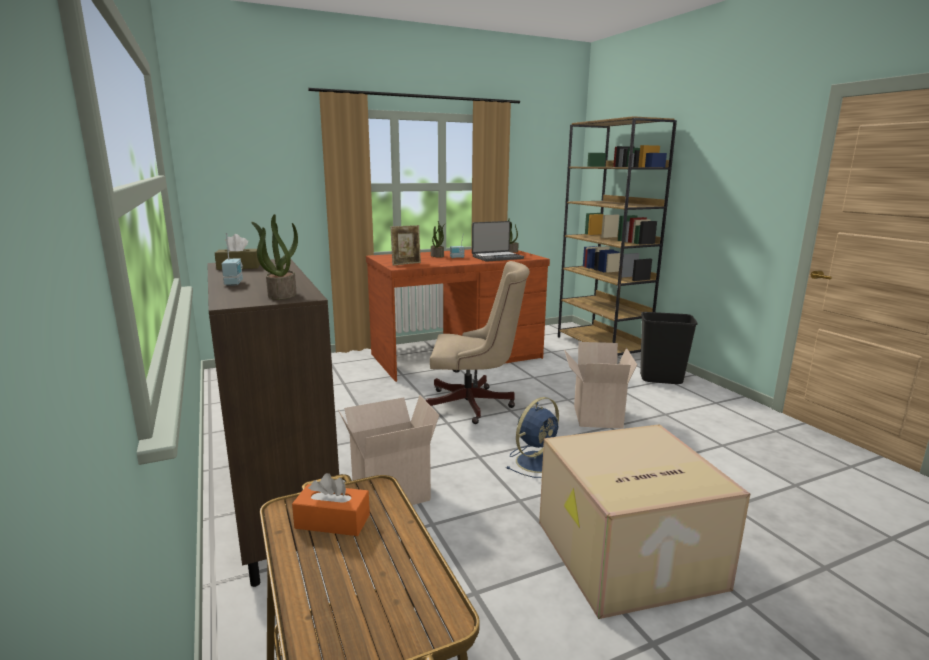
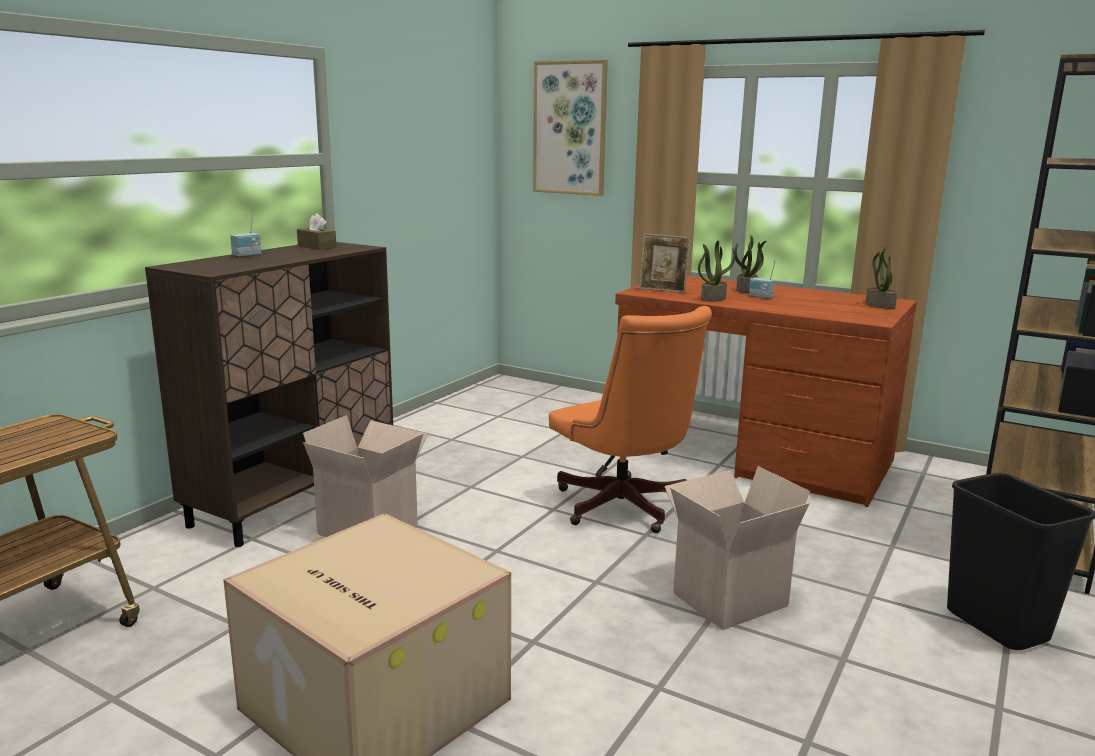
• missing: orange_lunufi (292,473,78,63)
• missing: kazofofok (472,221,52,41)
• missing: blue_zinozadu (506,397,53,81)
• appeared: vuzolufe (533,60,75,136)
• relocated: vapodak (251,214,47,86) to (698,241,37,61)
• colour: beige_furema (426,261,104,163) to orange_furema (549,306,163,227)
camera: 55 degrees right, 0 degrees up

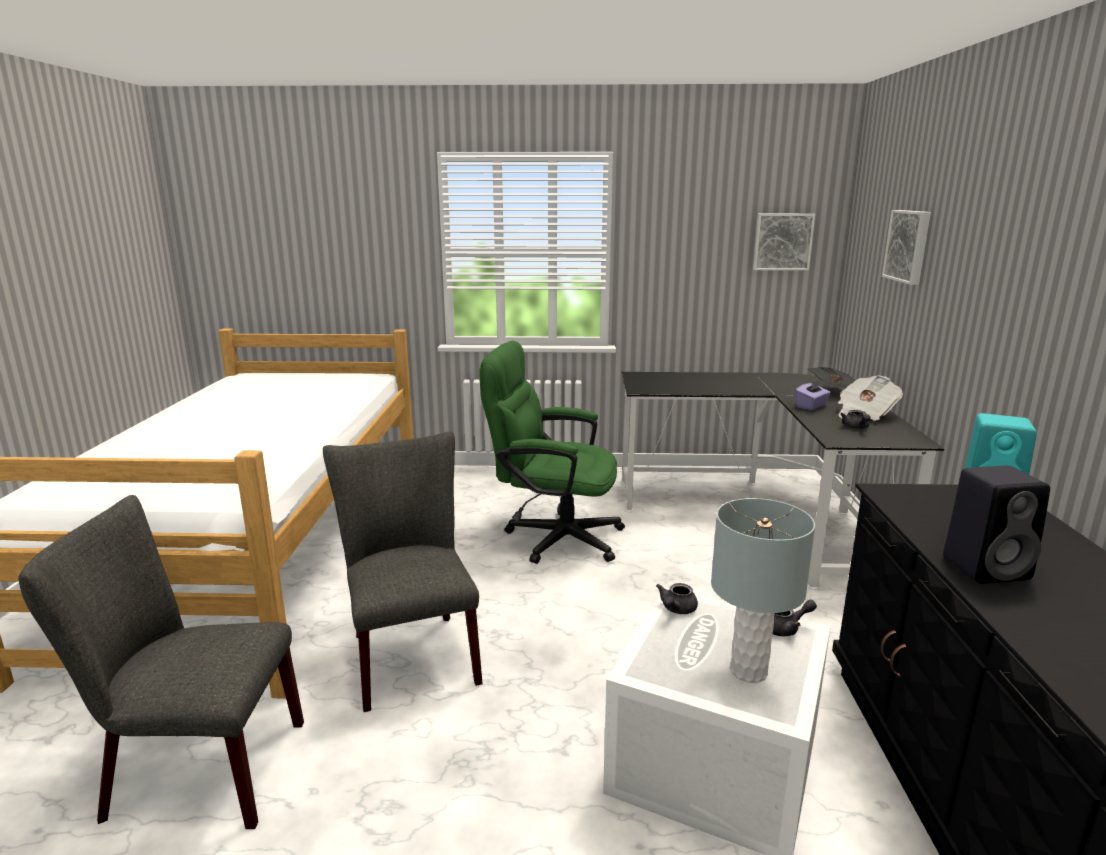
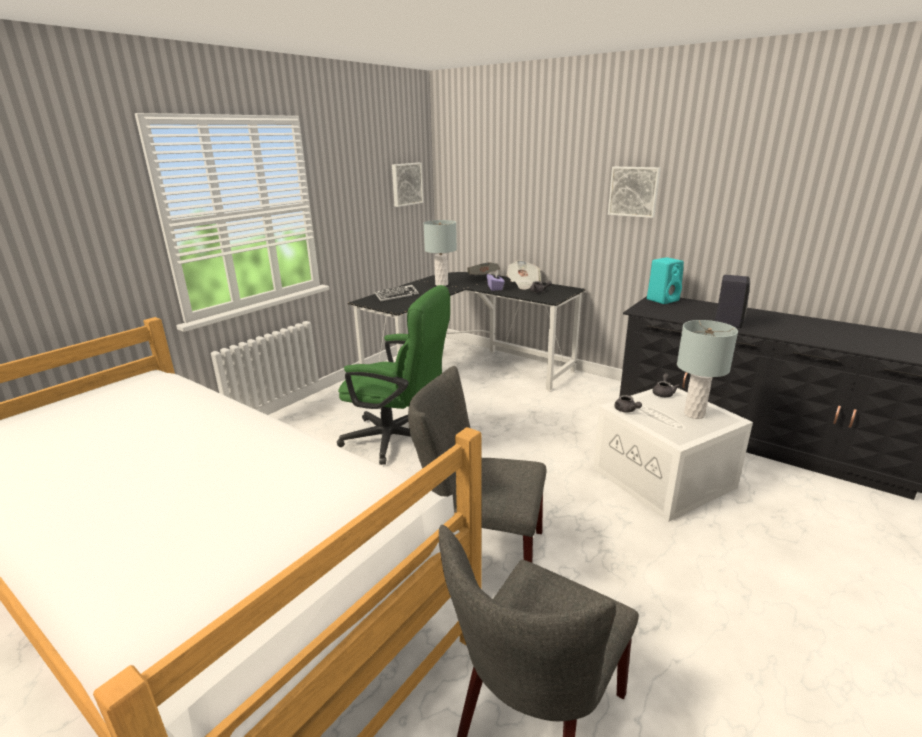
• appeared: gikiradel (374,285,45,16)
• appeared: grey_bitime (424,220,33,66)
• relocated: vuzolufe (882,210,49,75) to (608,167,53,51)
• spun: green_furema (479,341,146,223) = (337,285,113,180) 120 degrees counterclockwise
camera: 55 degrees left, 5 degrees up

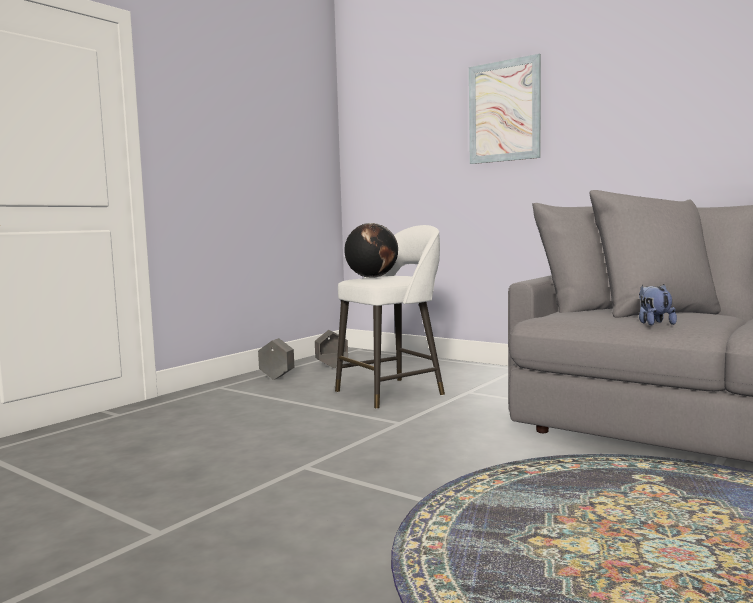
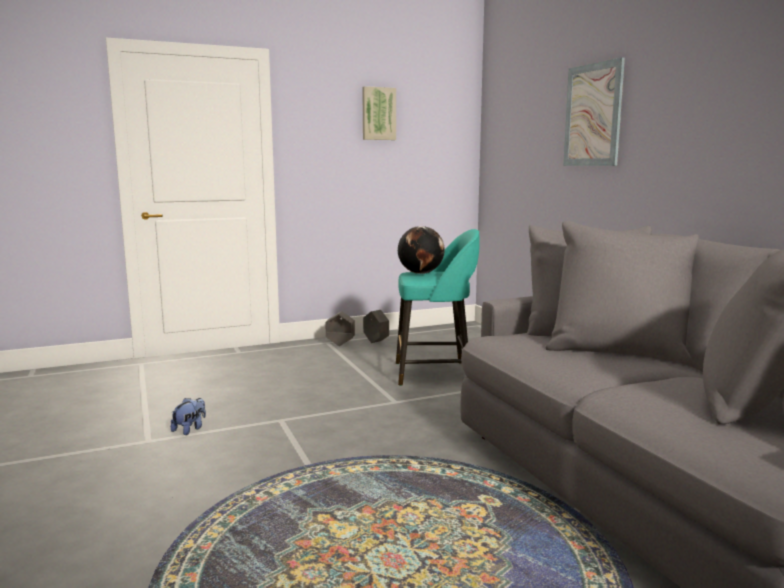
• appeared: vuzolufe (362,86,34,54)
• relocated: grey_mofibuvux (315,330,33,38) to (325,311,30,35)
• relocated: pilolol (639,284,38,41) to (171,398,35,37)
• colour: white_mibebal (335,225,110,184) to turquoise_mibebal (396,229,84,157)
camera: 30 degrees right, 5 degrees up

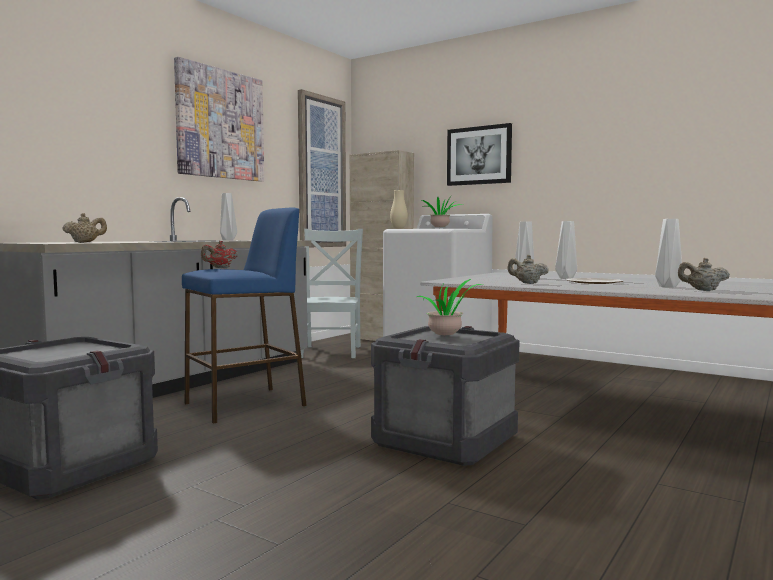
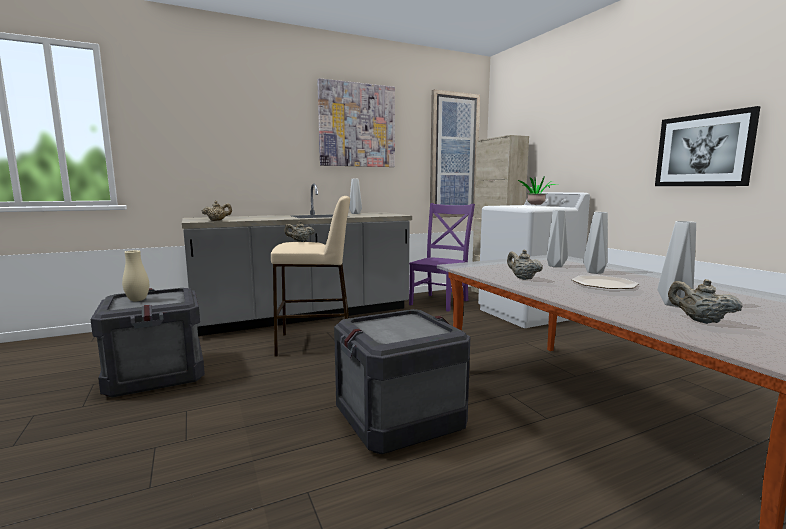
• missing: vapodak (417,279,66,57)
• relocated: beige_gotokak (390,190,18,39) to (122,250,27,51)
• relocated: vuzolufe (447,123,65,63) to (655,106,106,80)
• colour: blue_mibebal (182,207,125,217) to beige_mibebal (271,196,79,160)
• colour: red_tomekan (201,241,37,27) to beige_tomekan (285,221,29,21)
• colour: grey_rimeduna (301,229,62,129) to purple_rimeduna (409,203,66,109)
camera: 30 degrees right, 5 degrees up

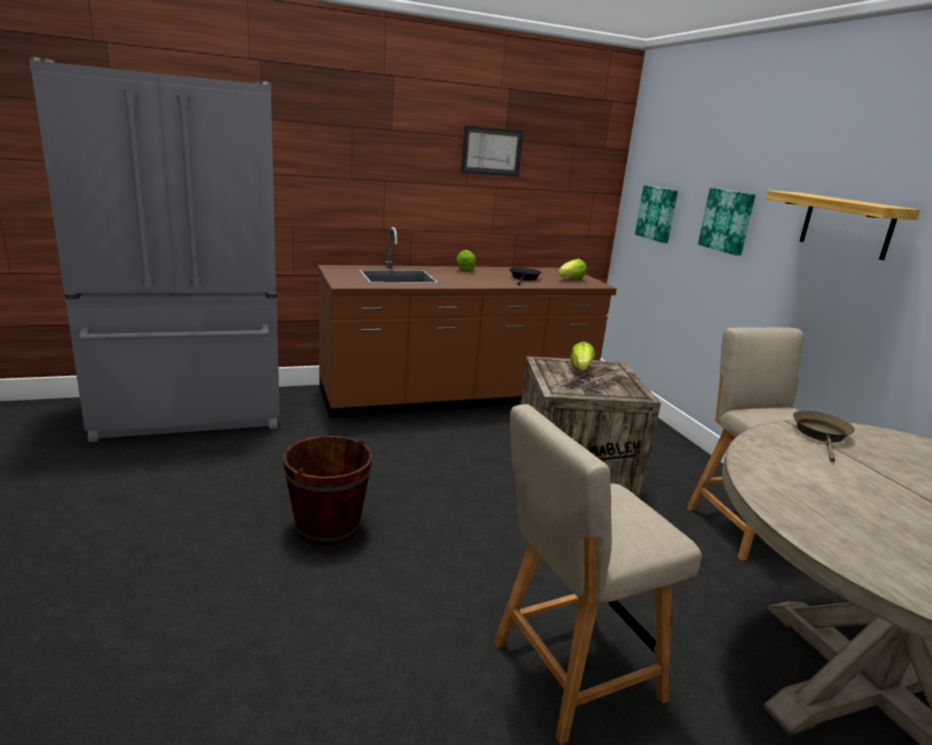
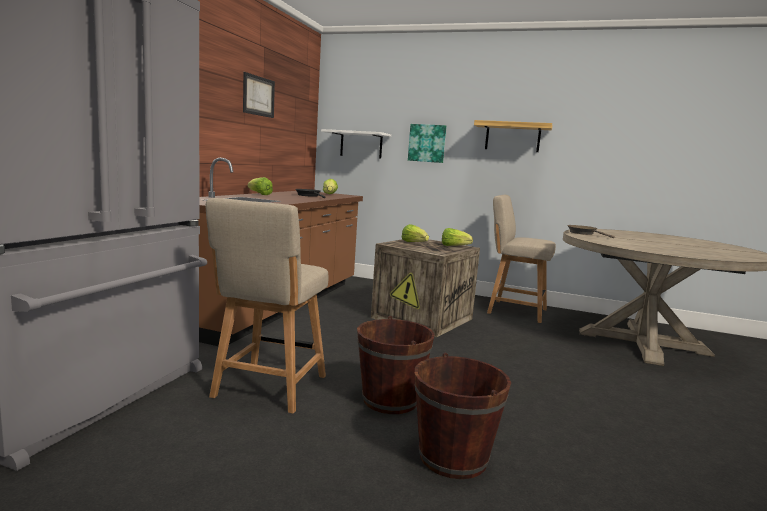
• appeared: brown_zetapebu (415,352,96,127)
• appeared: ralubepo (442,228,31,18)
• relocated: beige_rimeduna (494,404,208,341) to (205,198,123,216)
• exchanged: vuzolufe (635,185,43,58) to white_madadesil (321,129,70,29)
camera: 50 degrees left, 10 degrees down

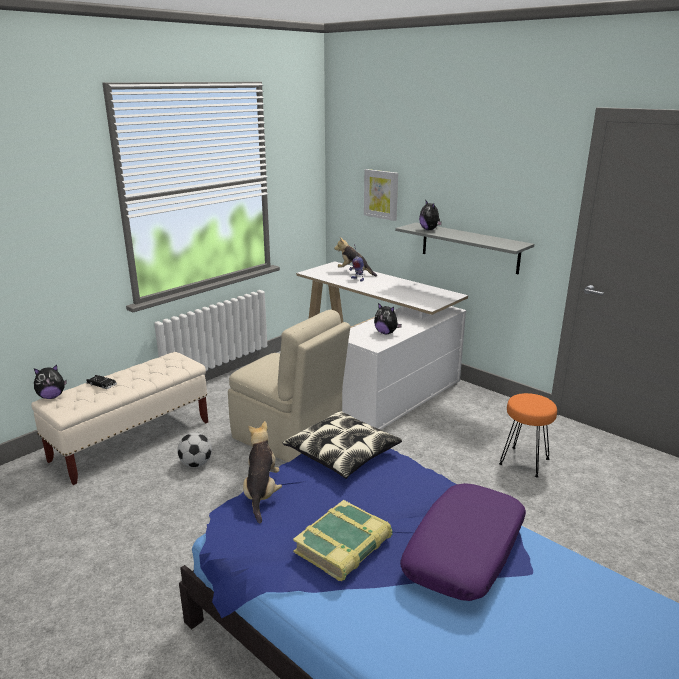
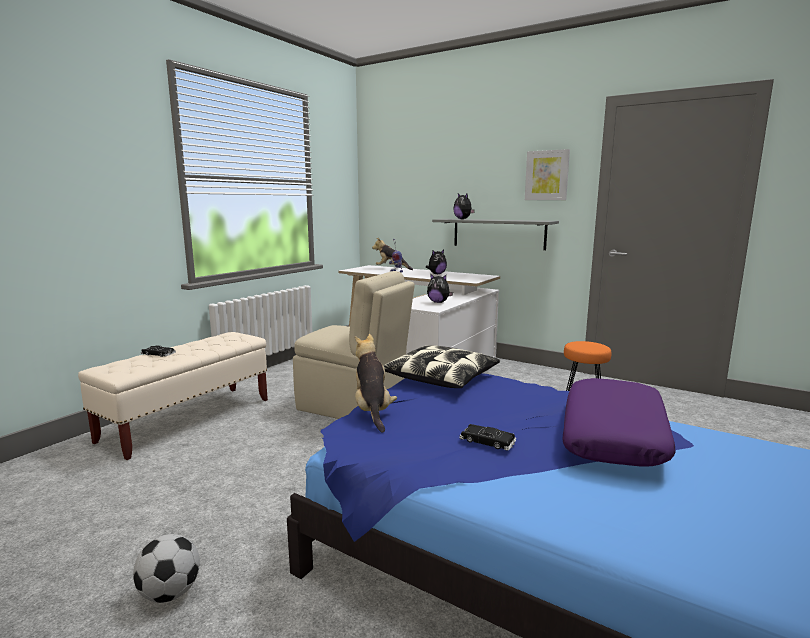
• relocated: pilolol (34,365,33,34) to (426,250,21,24)
• relocated: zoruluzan (177,433,35,34) to (133,534,67,69)
• relocated: vuzolufe (364,169,34,52) to (525,149,45,51)
• exchanged: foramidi (293,500,100,81) to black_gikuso (460,424,56,27)
camera: 10 degrees left, 10 degrees down

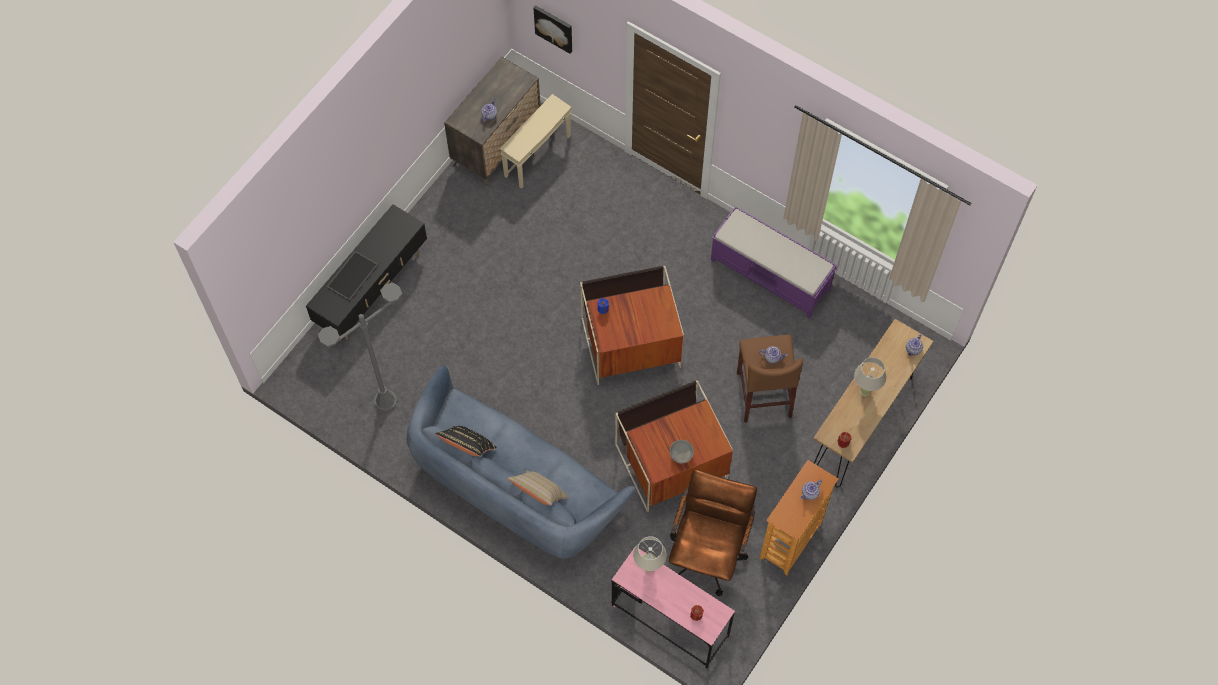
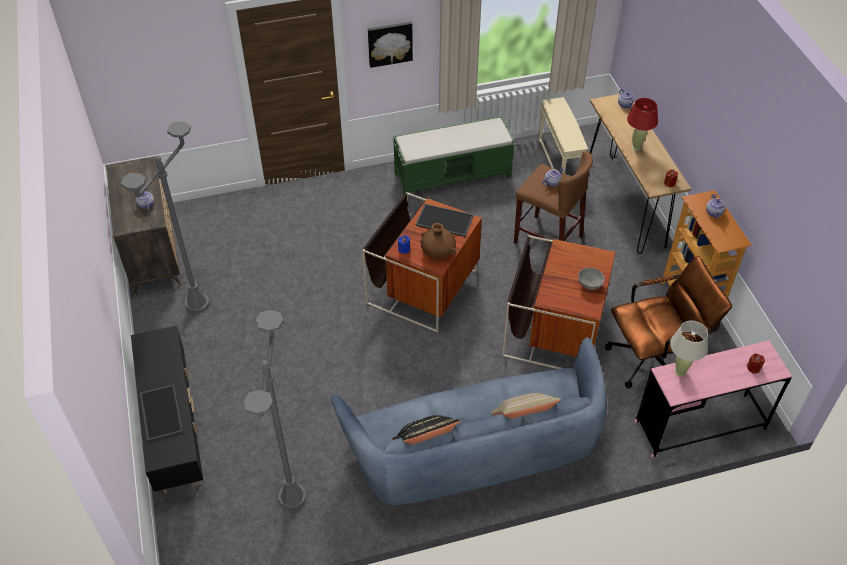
• appeared: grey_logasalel (121,121,88,191)
• appeared: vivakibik (415,204,59,33)
• appeared: brown_gotokak (420,223,36,36)
• relocated: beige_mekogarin (500,94,71,94) to (538,97,50,77)
• relocated: vuzolufe (533,6,39,48) to (368,22,45,46)
• colour: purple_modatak (711,206,126,113) to green_modatak (392,116,124,79)
• colour: beige_bitime (854,357,32,39) to red_bitime (627,98,31,53)
• spun: brown_furema (669,470,88,126) = (605,256,127,133) 105 degrees clockwise
camera: 50 degrees left, 15 degrees down

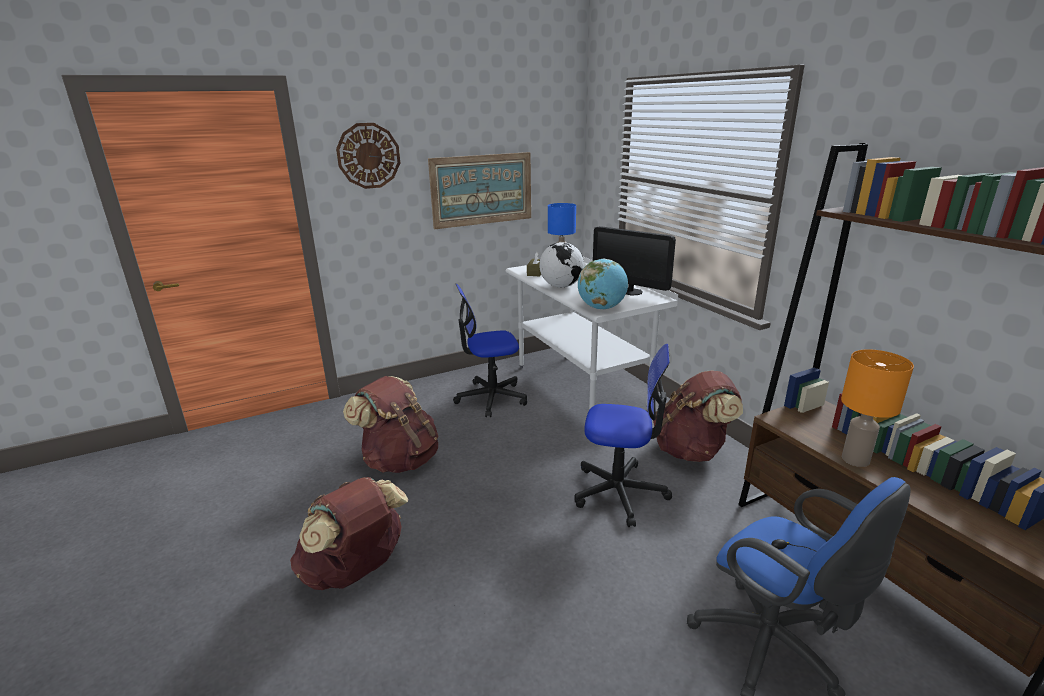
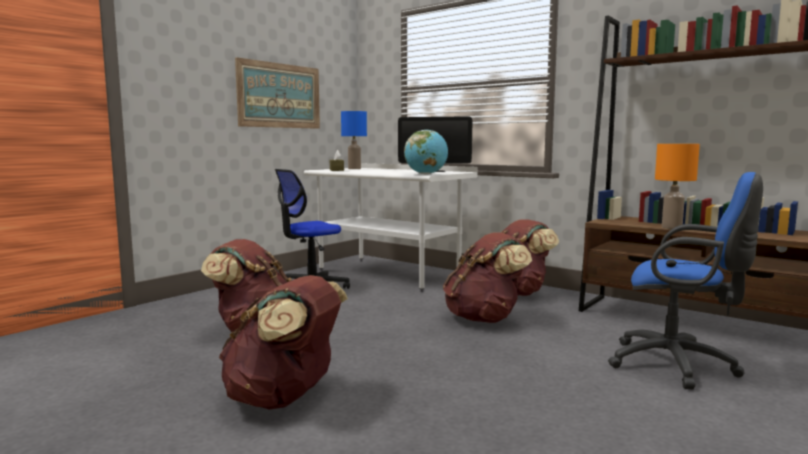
• missing: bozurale (336,123,64,66)
• missing: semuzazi (539,242,45,46)
• exchanged: furema (575,344,97,183) to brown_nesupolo (443,232,89,91)
camera: 25 degrees left, 15 degrees down

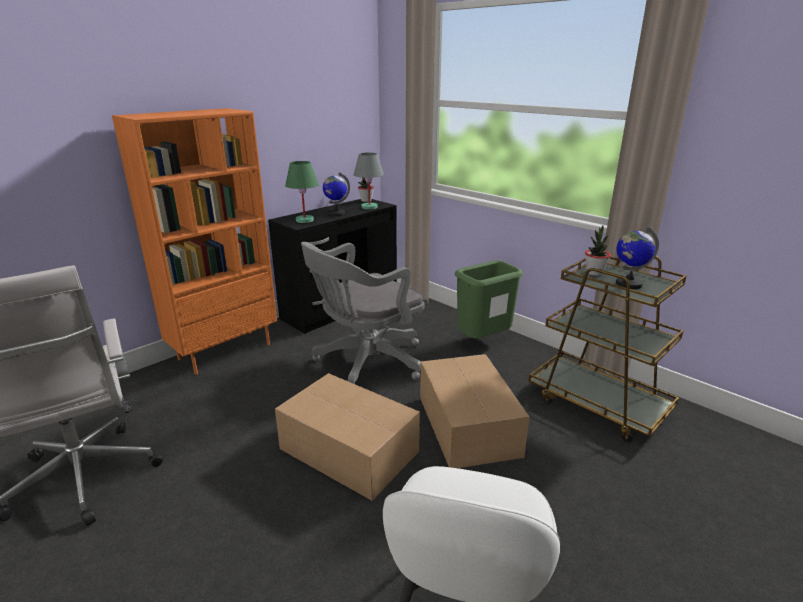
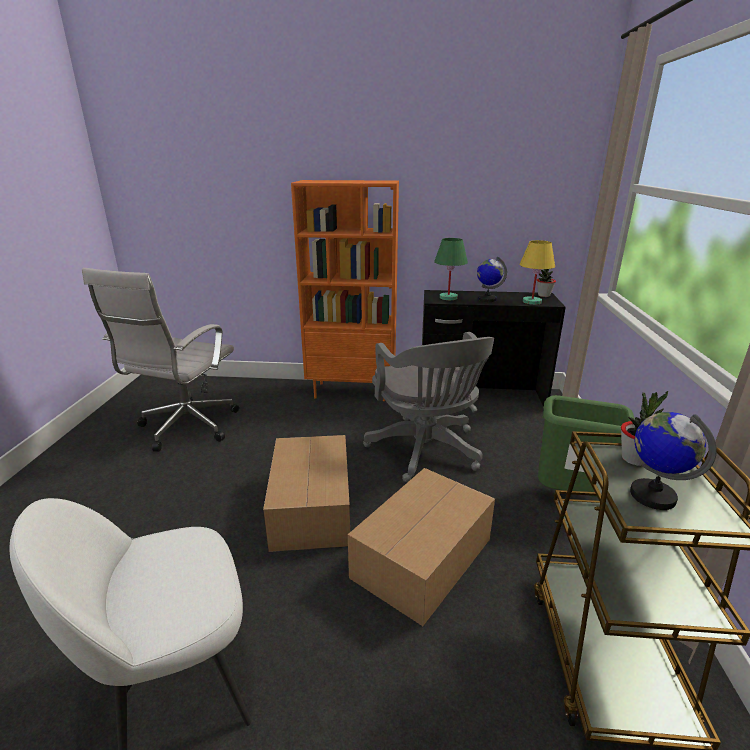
• colour: grey_bitime (354,153,30,57) to yellow_bitime (519,240,36,65)
• spun: grey_furema (301,242,124,142) = (363,332,131,150) 120 degrees counterclockwise
camera: 50 degrees right, 0 degrees up

